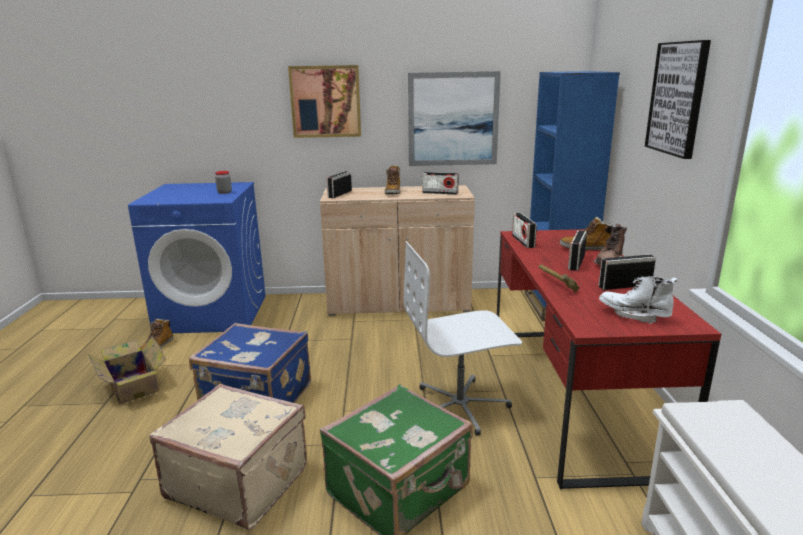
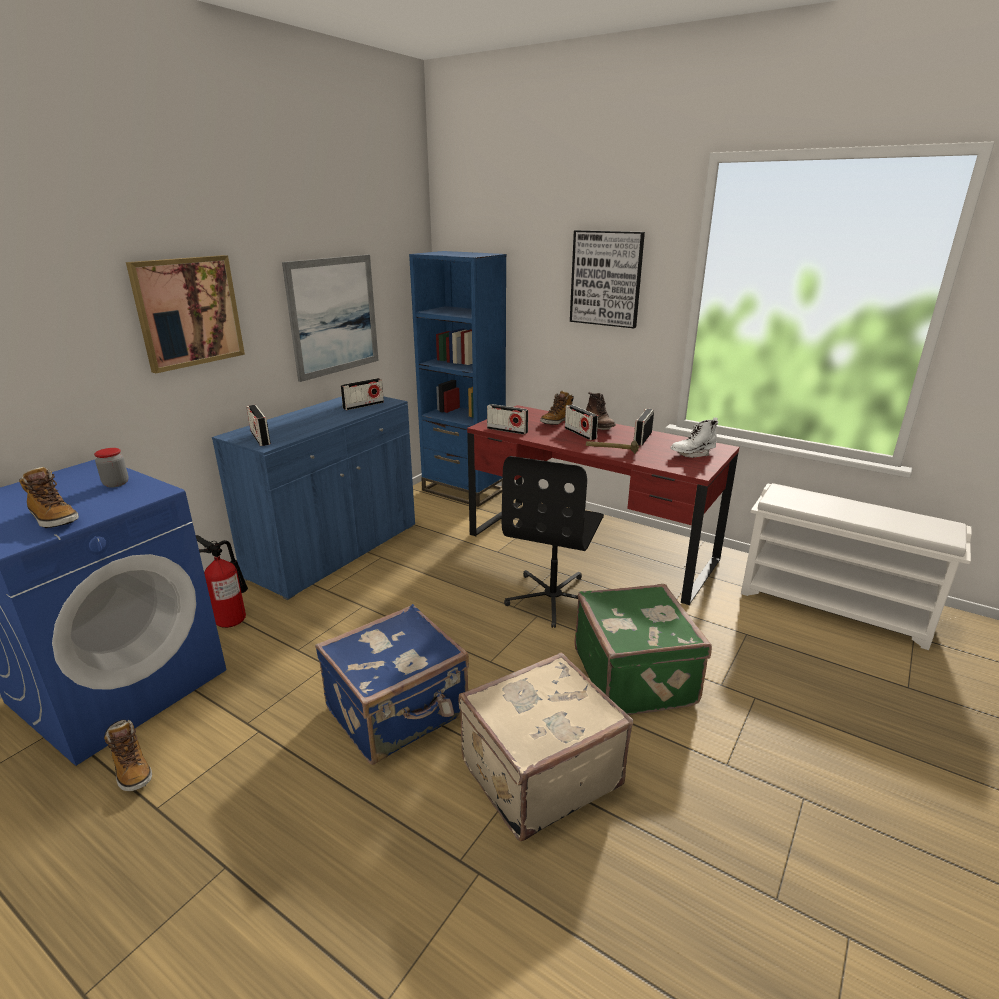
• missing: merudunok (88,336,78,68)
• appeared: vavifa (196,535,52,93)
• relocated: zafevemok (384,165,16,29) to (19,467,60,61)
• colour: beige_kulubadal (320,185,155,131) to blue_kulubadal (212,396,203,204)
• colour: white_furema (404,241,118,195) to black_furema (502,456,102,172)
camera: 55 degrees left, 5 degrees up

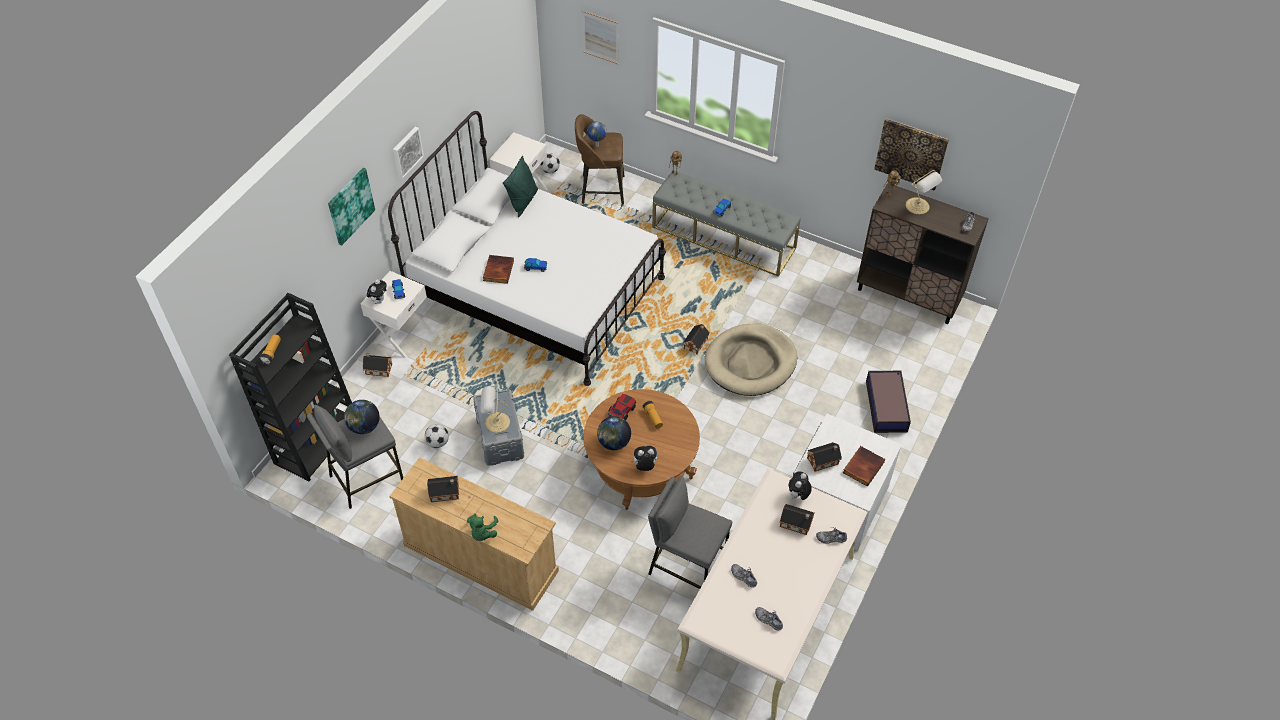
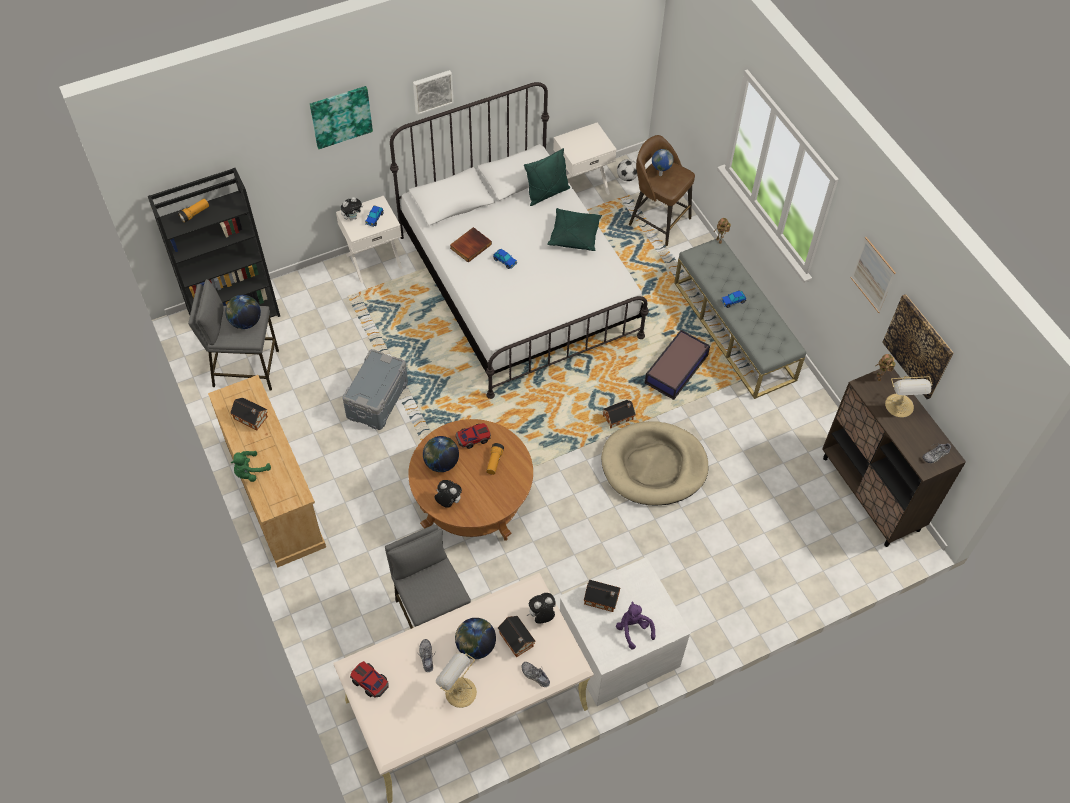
• missing: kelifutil (363,353,29,24)
• missing: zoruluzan (424,424,25,24)
• missing: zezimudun (755,607,28,23)
• appeared: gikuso (350,661,39,37)
• appeared: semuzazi (455,618,41,41)
• appeared: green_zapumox (547,208,55,43)
• relocated: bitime (481,385,29,48) to (436,653,41,55)
• relocated: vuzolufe (582,10,37,54) to (851,237,45,76)
• relocated: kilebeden (866,371,45,62) to (645,330,65,70)
• exchanged: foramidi (843,446,42,41) to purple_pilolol (616,602,39,47)
camera: 35 degrees right, 5 degrees up

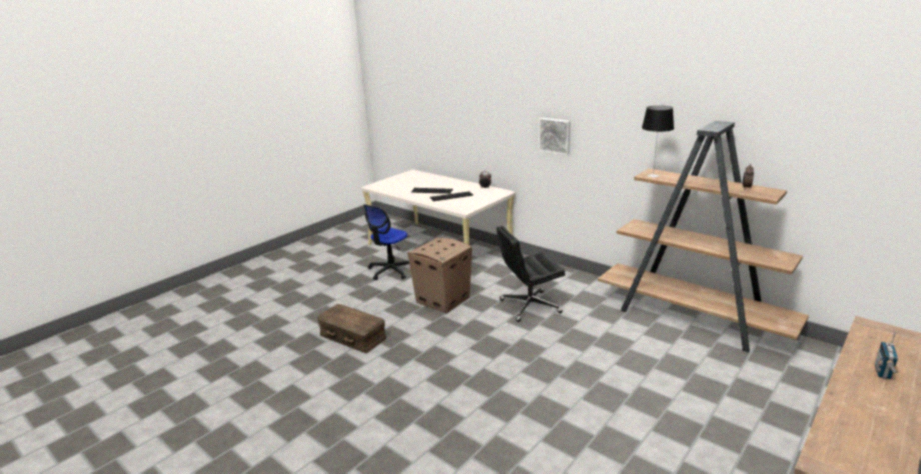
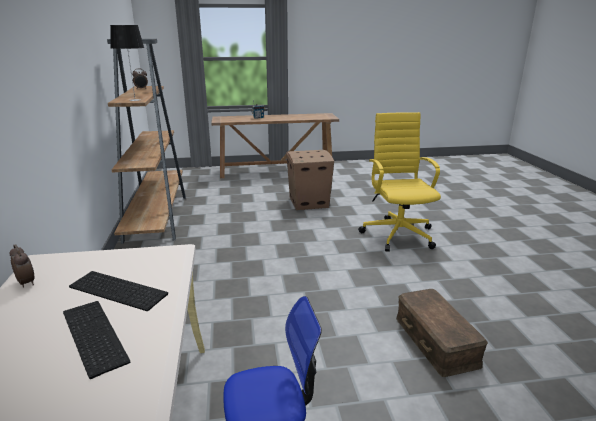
• missing: black_furema (496,226,69,96)
• missing: vuzolufe (539,118,32,37)
• appeared: yellow_furema (358,112,83,140)
• relocated: merudunok (407,237,65,76) to (286,150,48,60)
camera: 140 degrees left, 0 degrees up

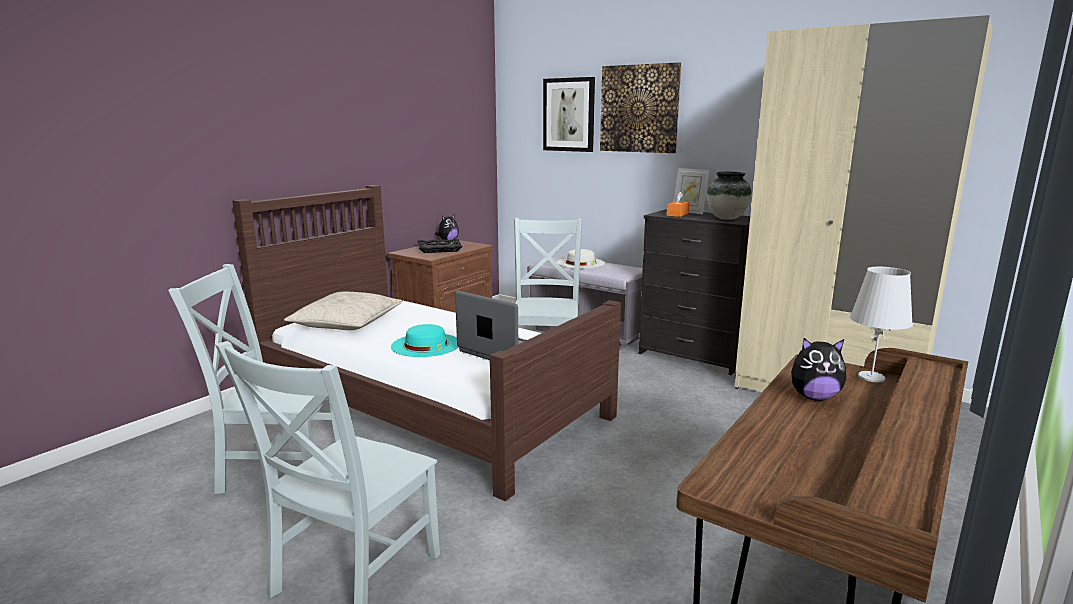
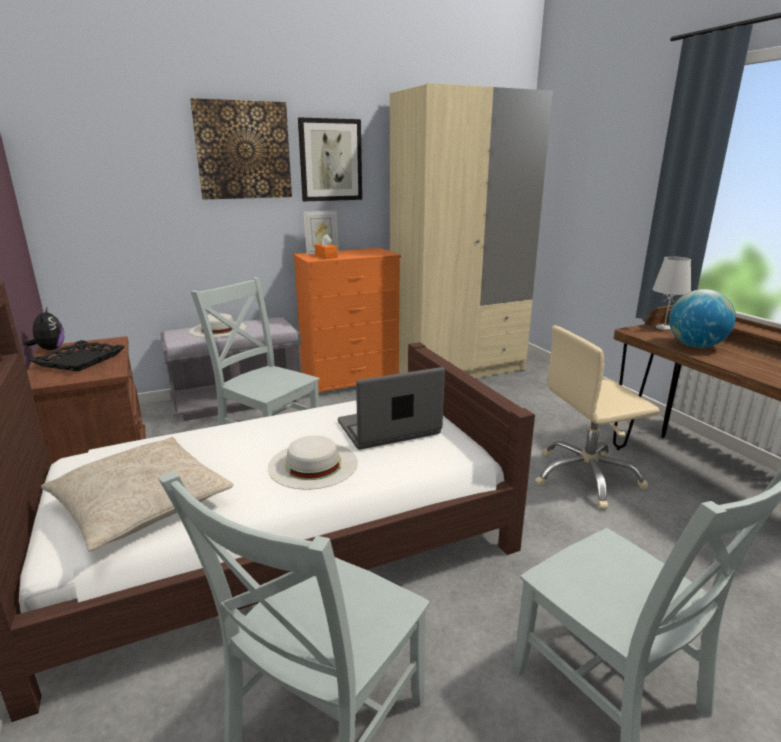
• missing: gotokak (707,172,45,48)
• appeared: beige_furema (535,326,125,183)
• relocated: vuzolufe (543,77,52,75) to (298,117,64,84)
• exchanged: pilolol (791,338,55,63) to semuzazi (669,289,67,59)
• colour: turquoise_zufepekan (391,324,67,33) to white_zufepekan (268,436,90,54)
• colour: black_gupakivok (639,209,111,166) to orange_gupakivok (293,248,108,144)
camera: 60 degrees left, 5 degrees up

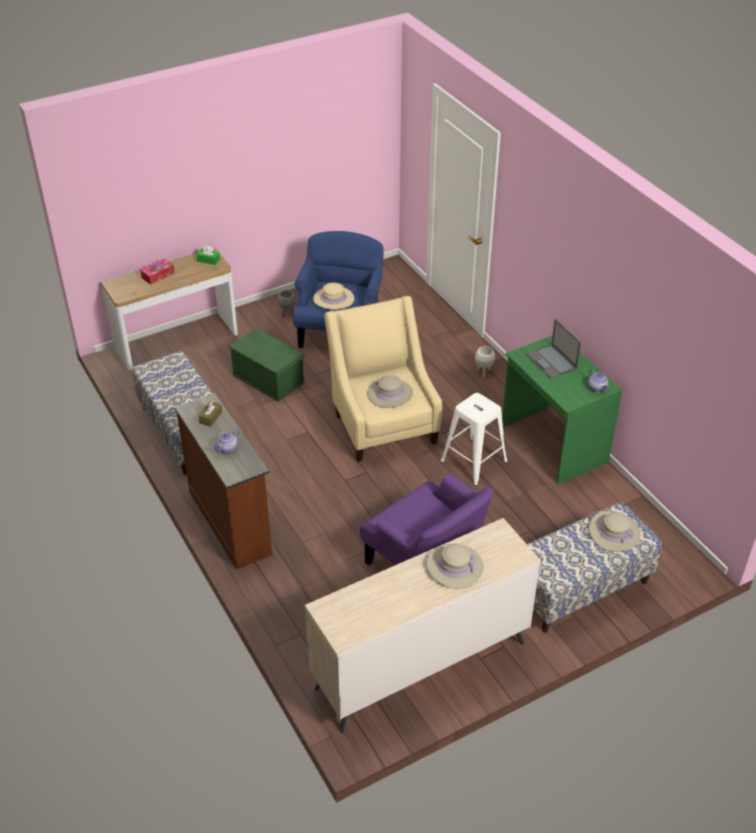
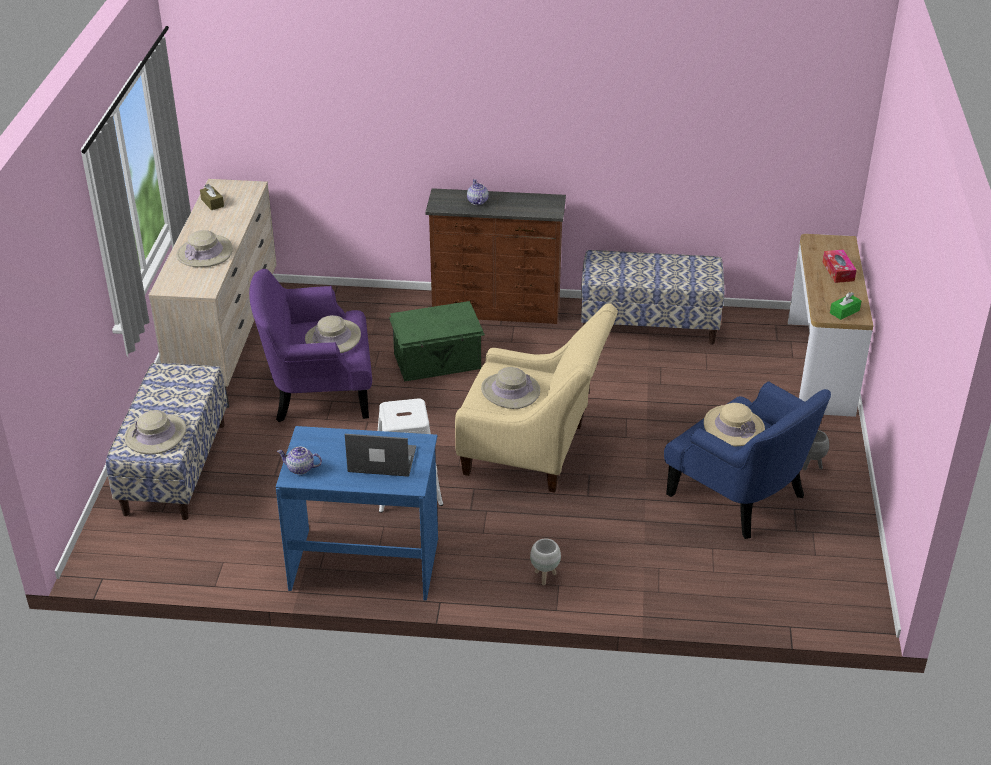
• appeared: beige_zufepekan (305,315,56,38)
• relocated: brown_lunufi (199,401,23,26) to (200,184,24,26)
• relocated: green_kilebeden (229,329,77,73) to (389,301,96,81)
• colour: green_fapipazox (502,335,120,150) to blue_fapipazox (276,426,162,175)
camera: 125 degrees right, 5 degrees down

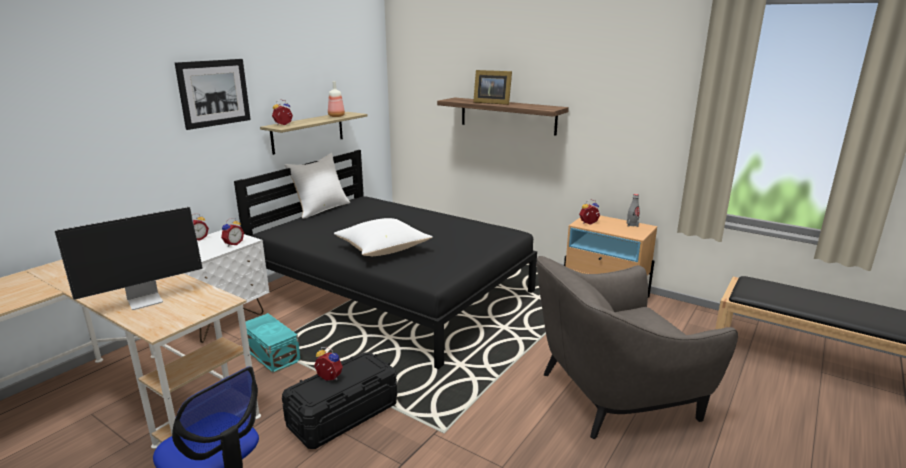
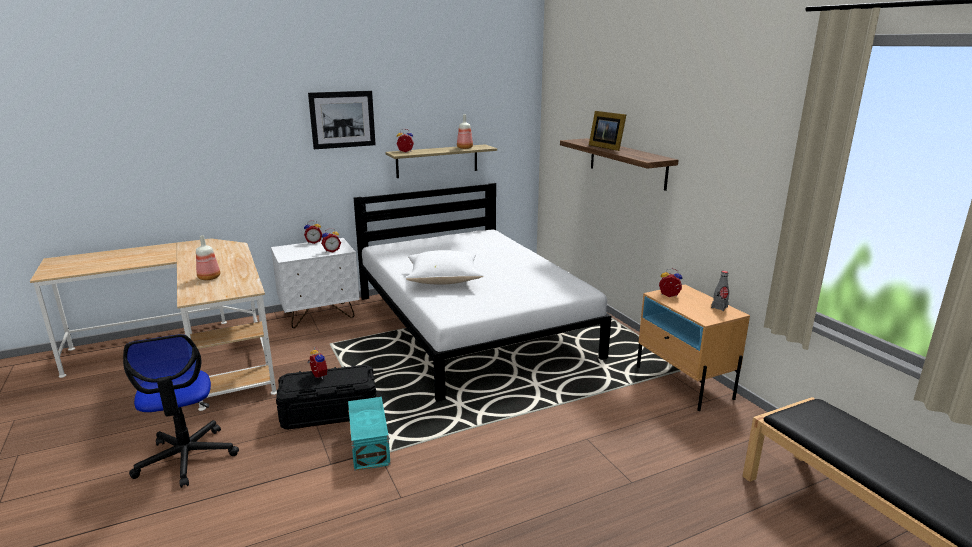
• missing: white_zapumox (284,153,66,66)
• missing: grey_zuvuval (537,256,201,183)
• relocated: turquoise_kilebeden (246,313,55,61) to (348,397,43,74)
• exchanged: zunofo (55,207,148,103) to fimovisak (196,235,24,45)
• colour: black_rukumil (234,150,303,219) to white_rukumil (353,183,258,219)
camera: 30 degrees right, 0 degrees up

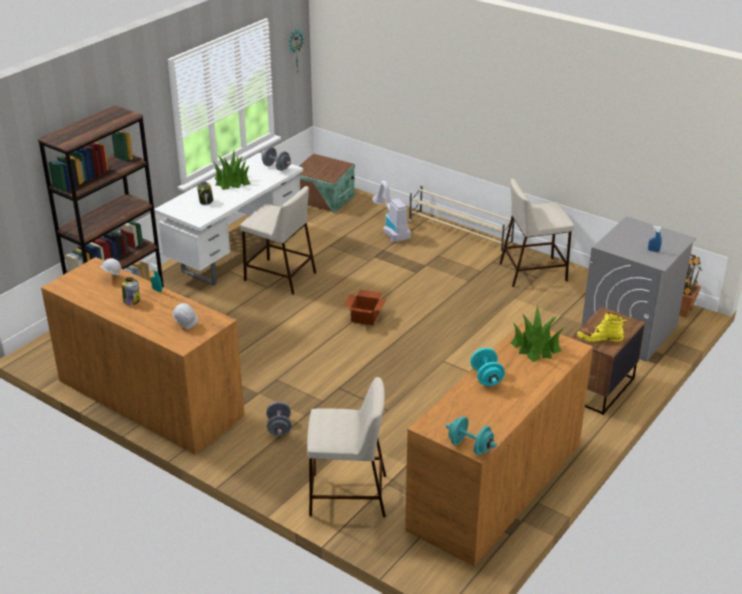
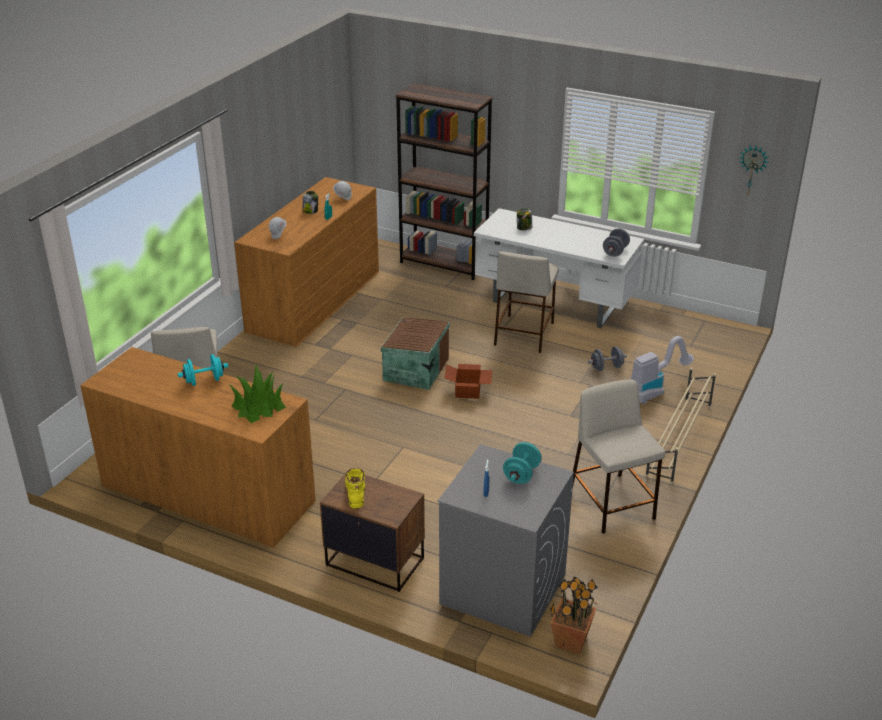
• missing: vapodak (213,151,37,39)
• relocated: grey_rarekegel (266,402,26,34) to (588,346,39,25)
• relocated: brown_kilebeden (296,154,59,59) to (381,318,69,72)
• relocated: turquoise_rarekegel (446,416,51,39) to (503,442,39,42)
camera: 80 degrees right, 0 degrees up

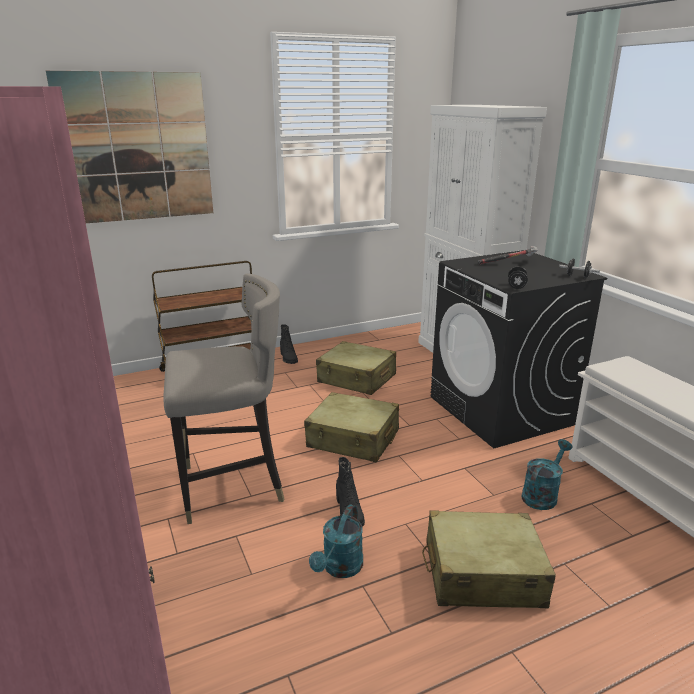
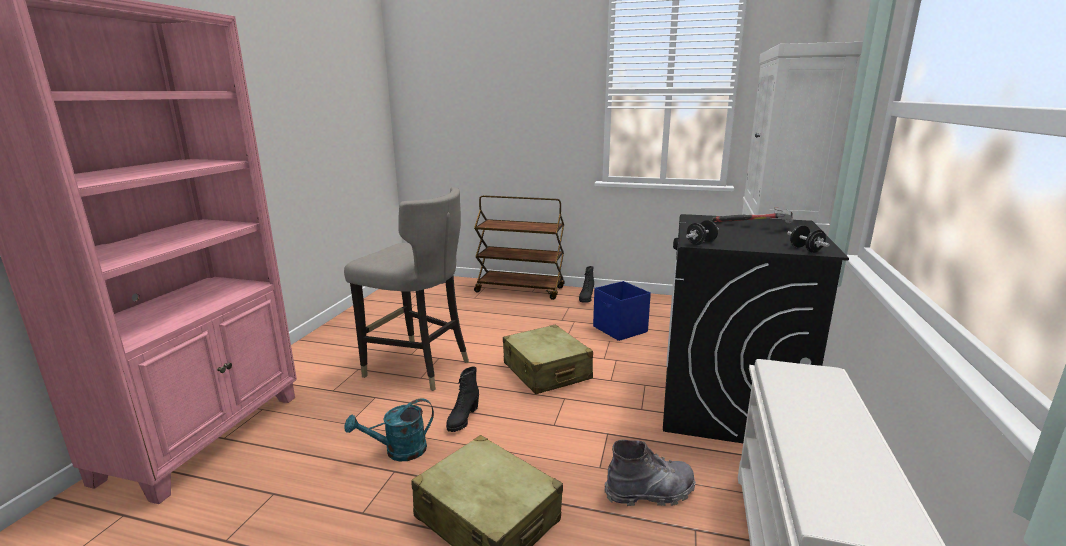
• missing: vuzolufe (46,71,167,152)
• exchanged: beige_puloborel (316,341,80,54) to blue_kilebeden (593,281,58,60)
• exchanged: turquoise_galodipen (521,439,52,71) to grey_zafevemok (604,440,92,66)
camera: 40 degrees right, 5 degrees down

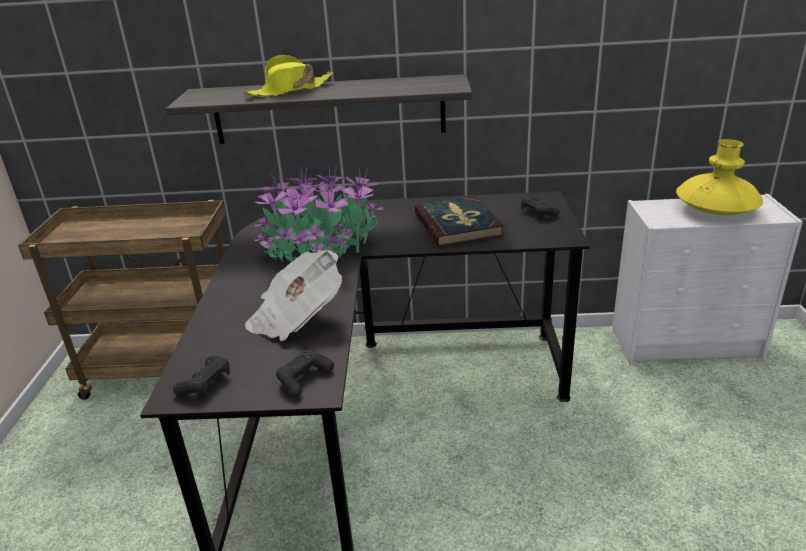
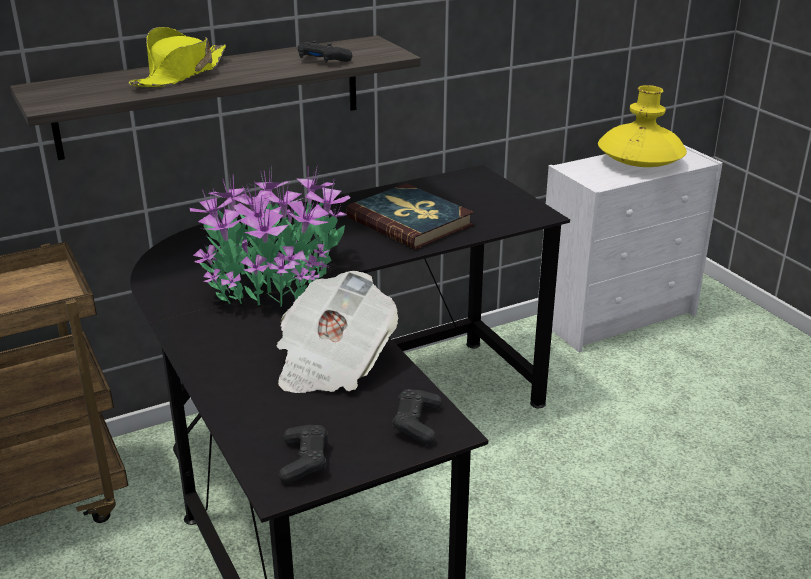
• relocated: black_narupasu (521,197,39,20) to (298,41,54,22)
camera: 30 degrees left, 0 degrees up

